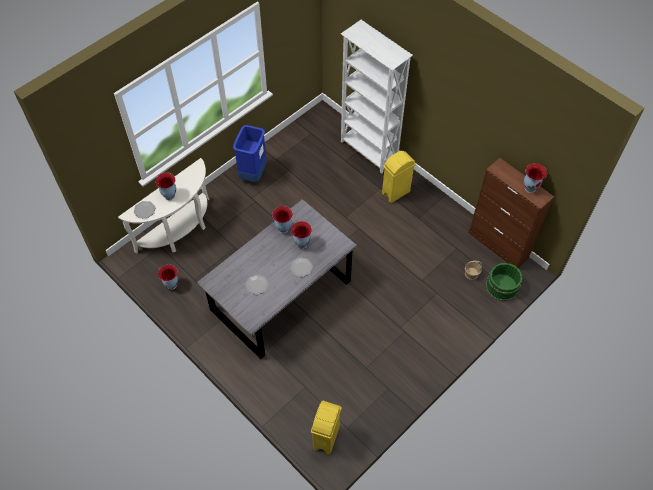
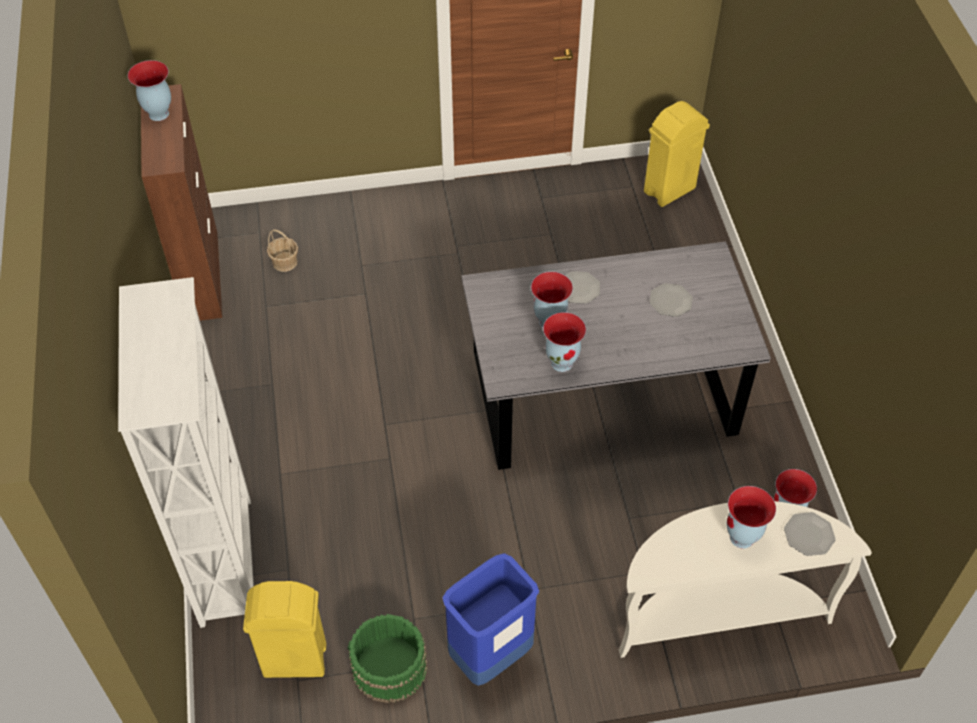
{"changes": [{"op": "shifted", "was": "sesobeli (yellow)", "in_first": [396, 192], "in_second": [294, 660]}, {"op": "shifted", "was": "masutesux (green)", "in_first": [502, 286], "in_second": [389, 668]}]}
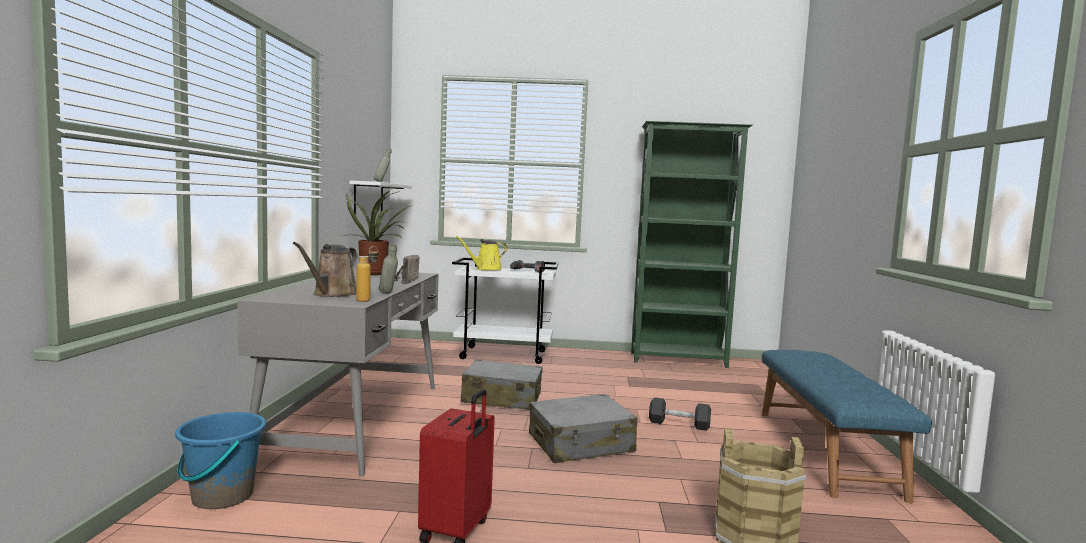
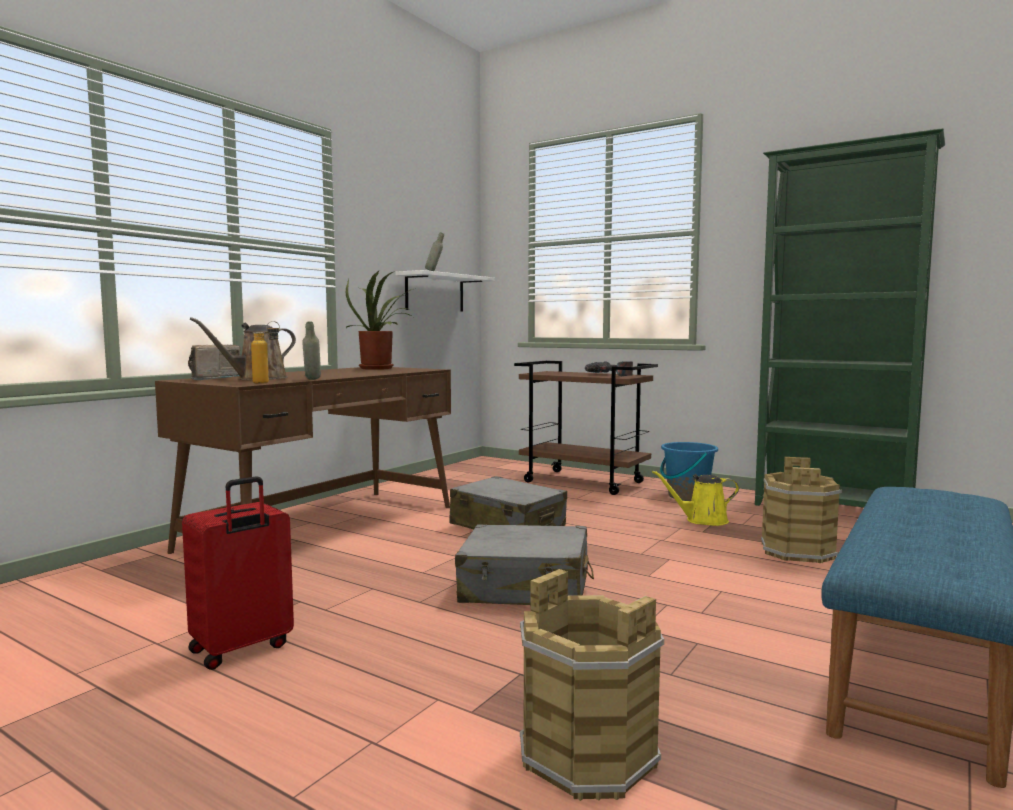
{"changes": [{"op": "shifted", "was": "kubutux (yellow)", "in_first": [486, 269], "in_second": [702, 520]}, {"op": "shifted", "was": "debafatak", "in_first": [404, 281], "in_second": [211, 378]}, {"op": "repainted", "was": "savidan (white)", "now": "savidan (brown)", "in_first": [504, 355], "in_second": [585, 482]}, {"op": "repainted", "was": "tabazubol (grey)", "now": "tabazubol (brown)", "in_first": [357, 420], "in_second": [325, 527]}, {"op": "gone", "was": "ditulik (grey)", "in_first": [679, 424]}, {"op": "shifted", "was": "masutesux (blue)", "in_first": [222, 496], "in_second": [687, 496]}, {"op": "new", "now": "masutesux (brown)", "in_second": [798, 551]}]}
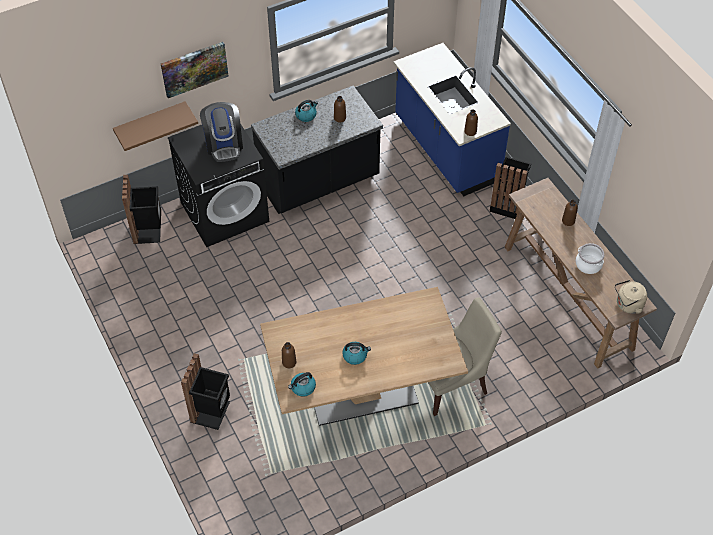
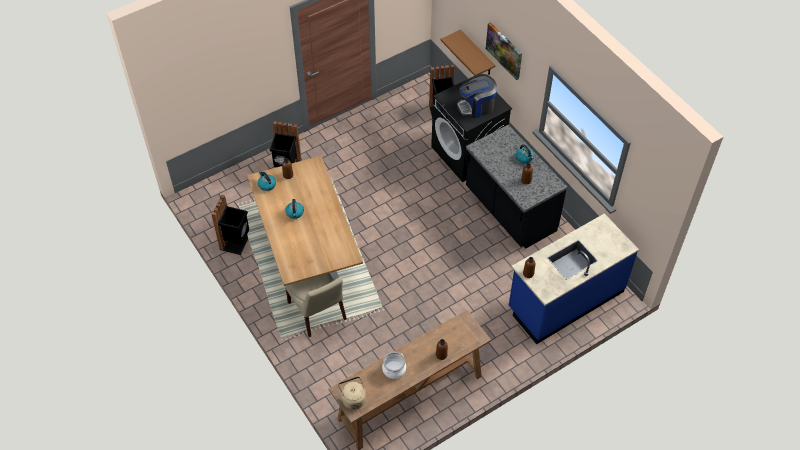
{"changes": [{"op": "shifted", "was": "sesobeli (black)", "in_first": [507, 205], "in_second": [236, 242]}]}
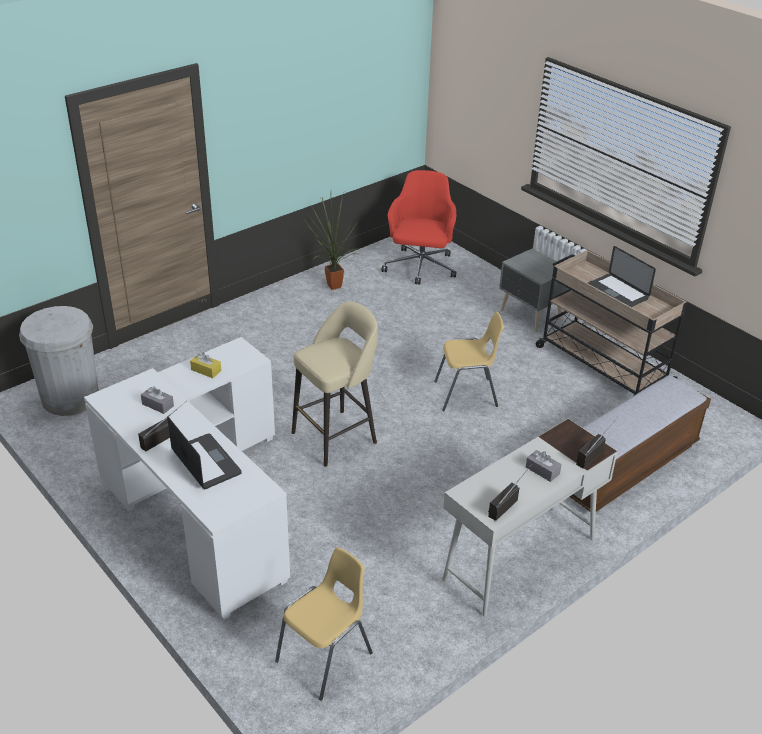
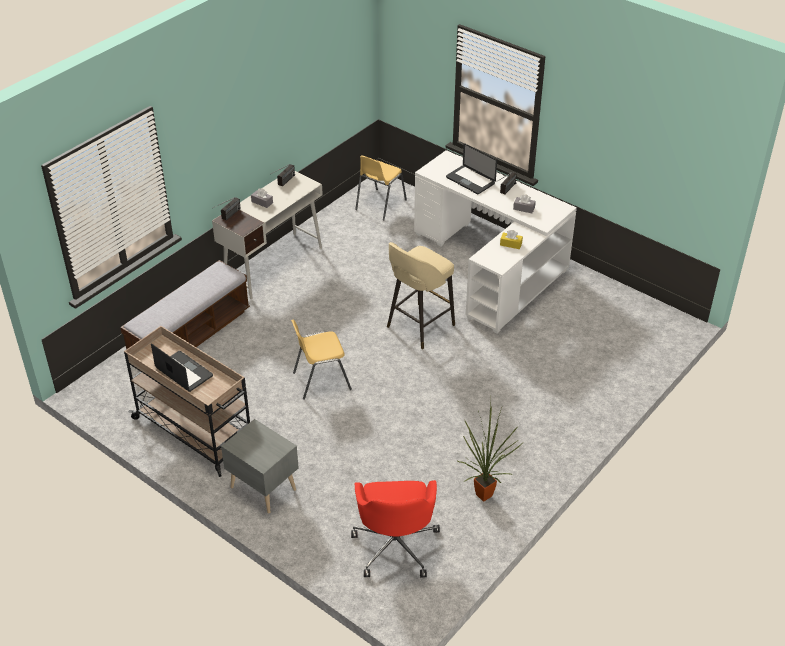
{"changes": [{"op": "gone", "was": "sesobeli (white)", "in_first": [70, 398]}]}
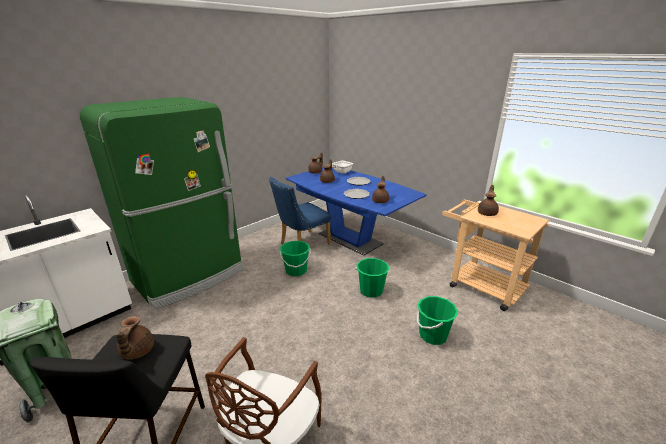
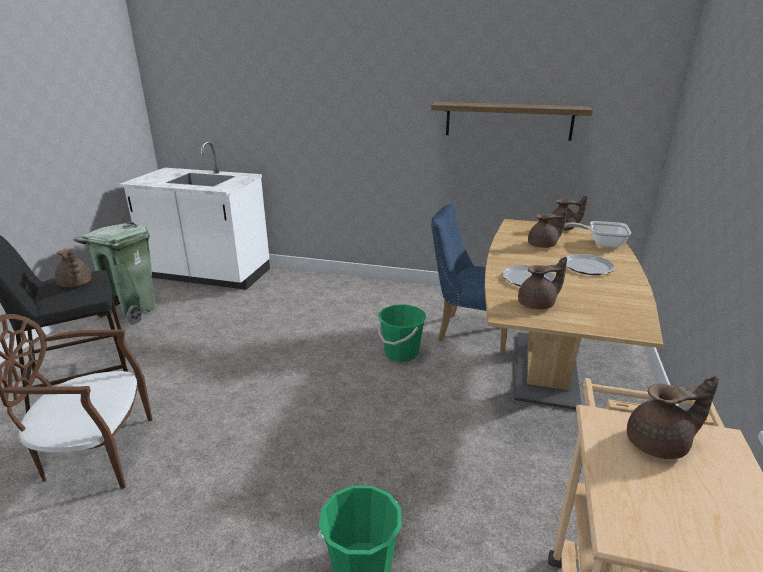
{"changes": [{"op": "gone", "was": "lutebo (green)", "in_first": [190, 276]}, {"op": "repainted", "was": "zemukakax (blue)", "now": "zemukakax (brown)", "in_first": [350, 239], "in_second": [546, 369]}, {"op": "gone", "was": "masutesux (green)", "in_first": [371, 291]}, {"op": "rotated", "was": "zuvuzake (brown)", "in_first": [136, 352], "in_second": [75, 284], "clockwise": -90}, {"op": "new", "now": "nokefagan", "in_second": [508, 121]}]}
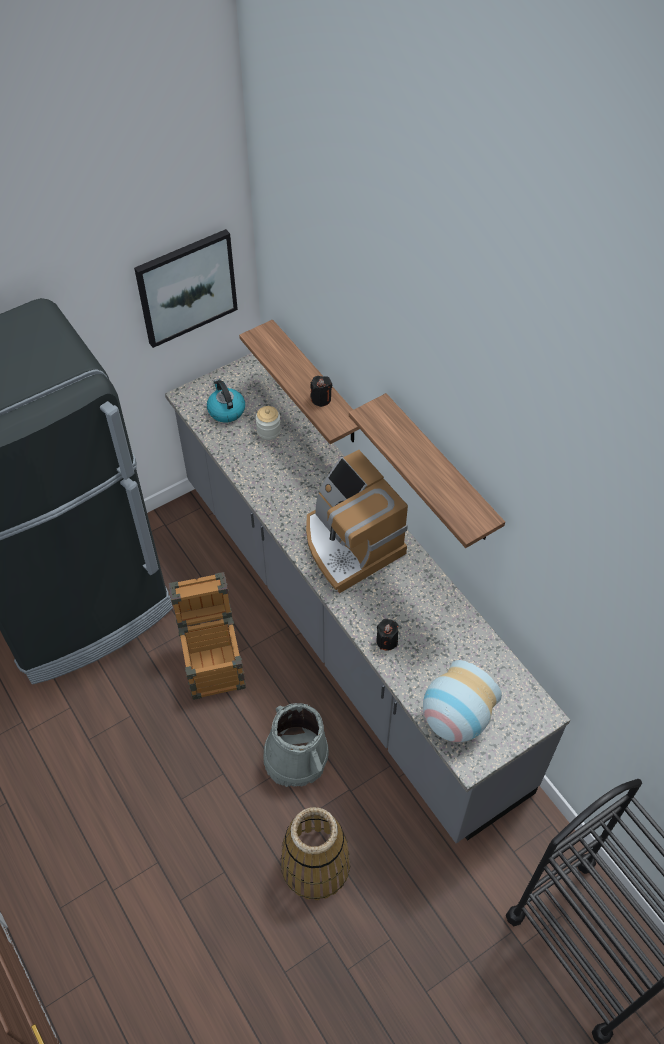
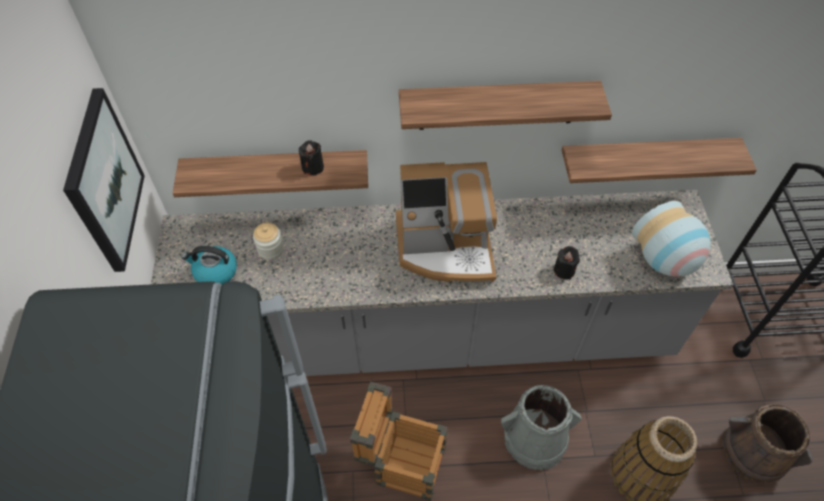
{"changes": [{"op": "new", "now": "nokefagan", "in_second": [645, 158]}, {"op": "new", "now": "masutesux (brown)", "in_second": [754, 451]}]}
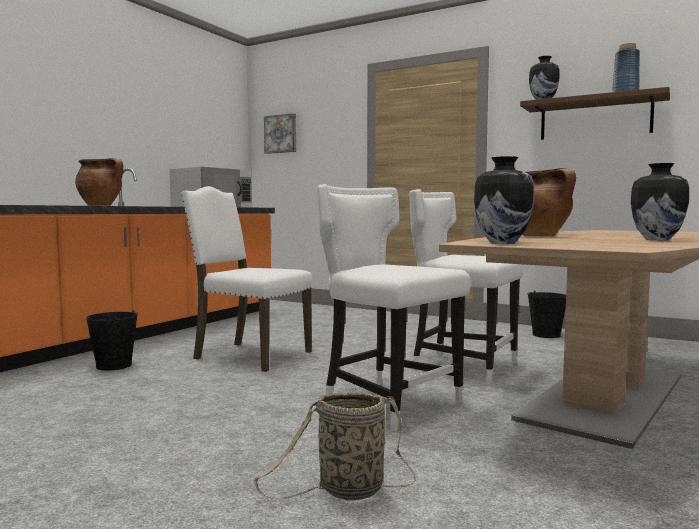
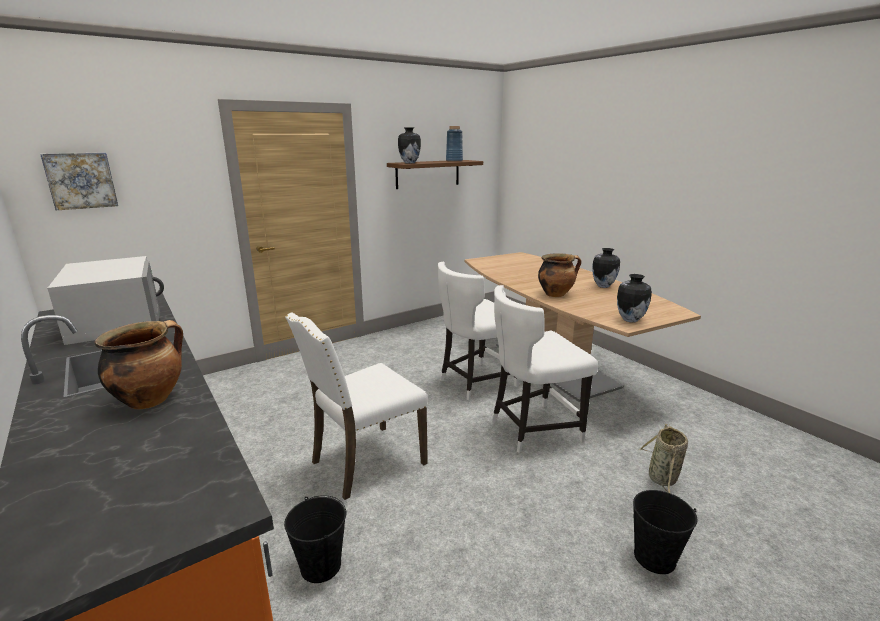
{"changes": [{"op": "shifted", "was": "masutesux (black)", "in_first": [546, 335], "in_second": [654, 557]}]}
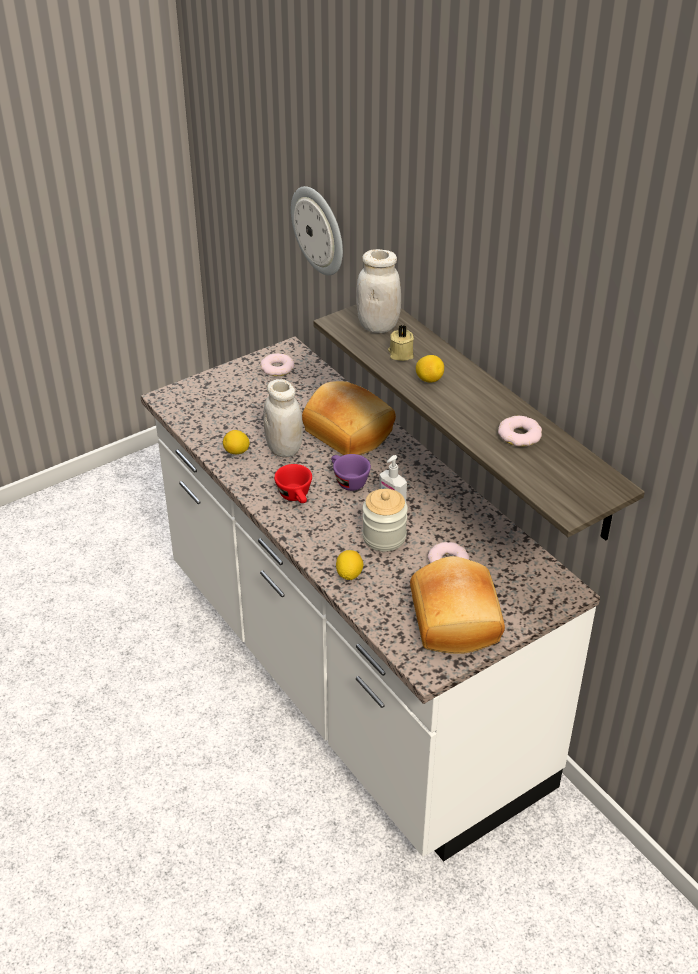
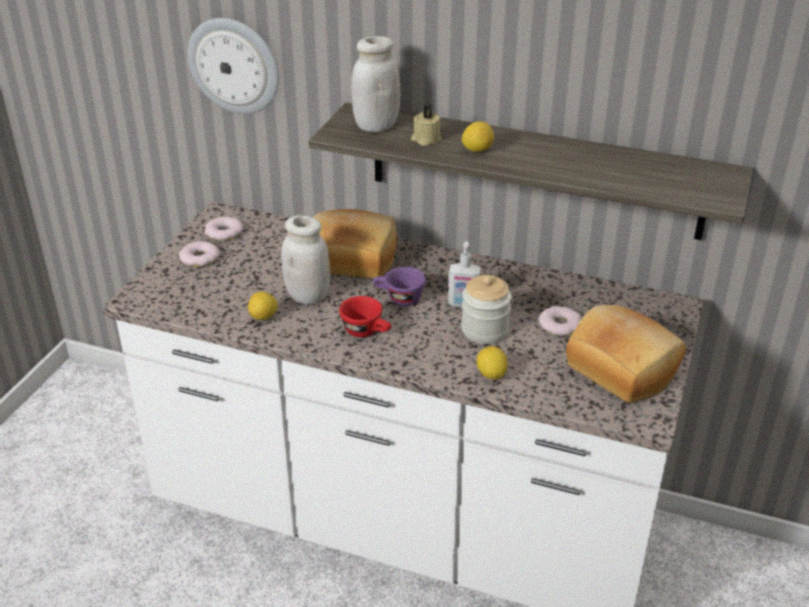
{"changes": [{"op": "shifted", "was": "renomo", "in_first": [519, 435], "in_second": [200, 258]}]}
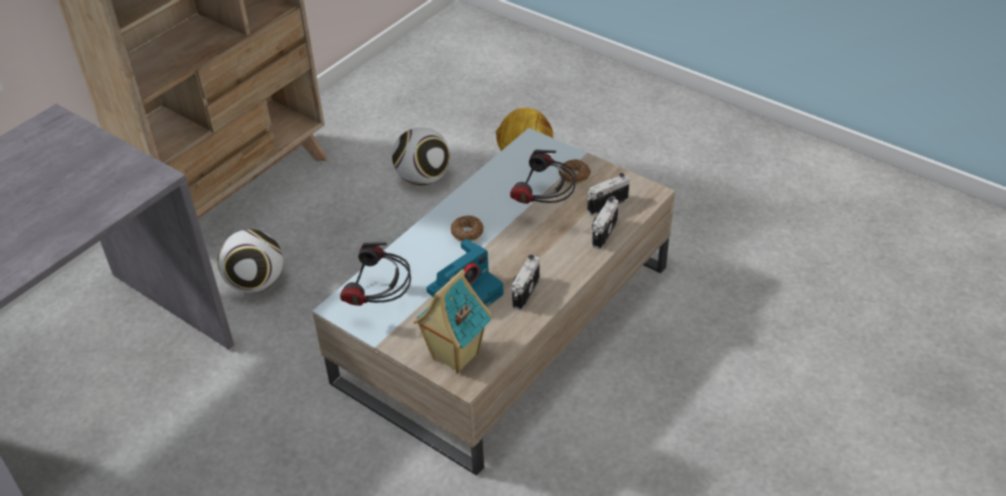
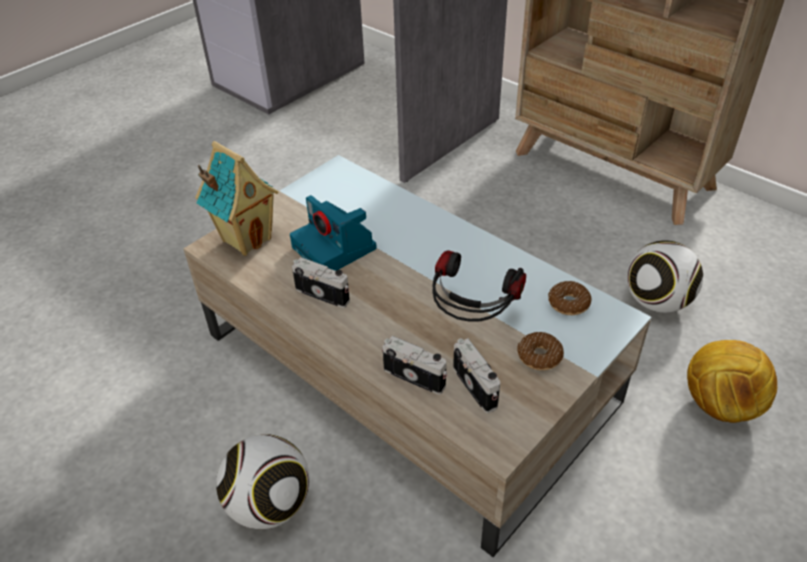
{"changes": [{"op": "shifted", "was": "renomo", "in_first": [467, 233], "in_second": [568, 303]}, {"op": "shifted", "was": "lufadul", "in_first": [256, 283], "in_second": [271, 504]}, {"op": "gone", "was": "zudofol", "in_first": [380, 304]}]}
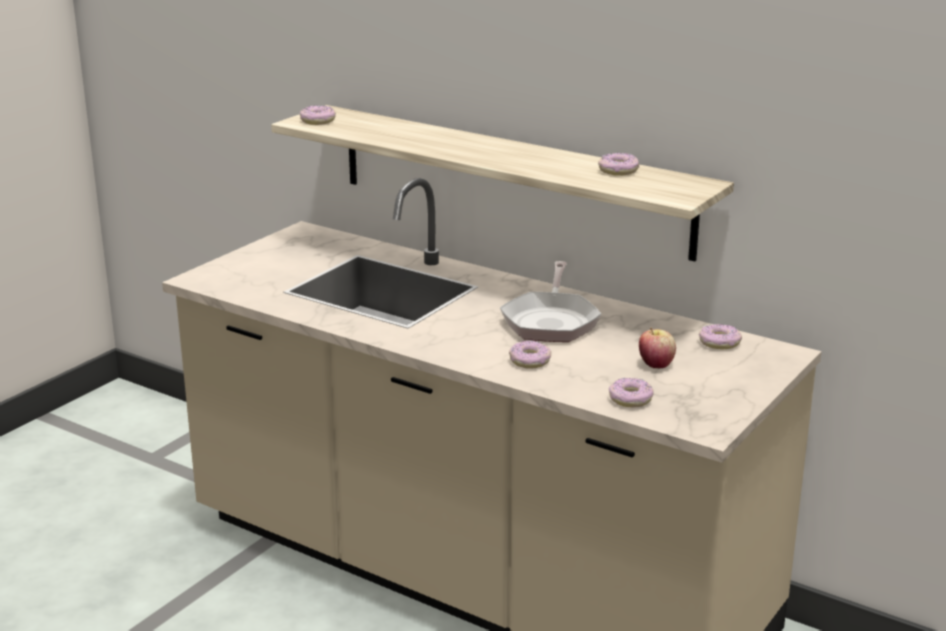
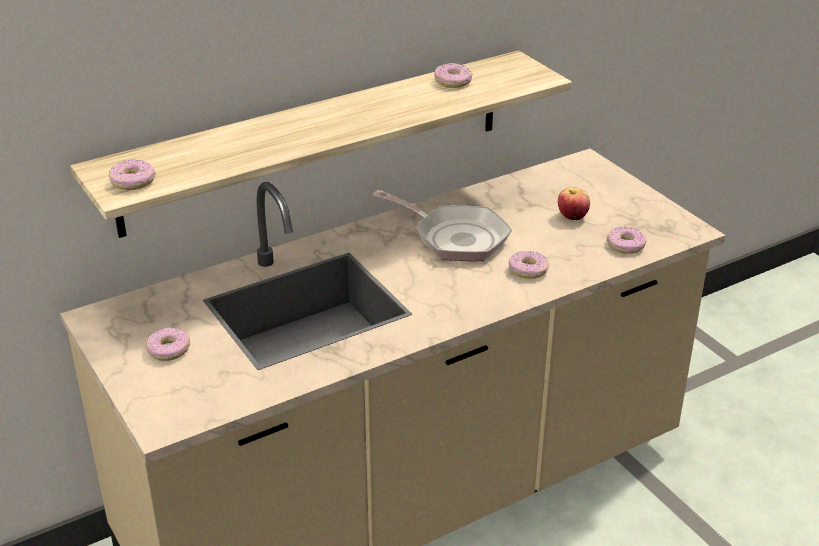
{"changes": [{"op": "shifted", "was": "renomo", "in_first": [719, 343], "in_second": [168, 350]}]}
